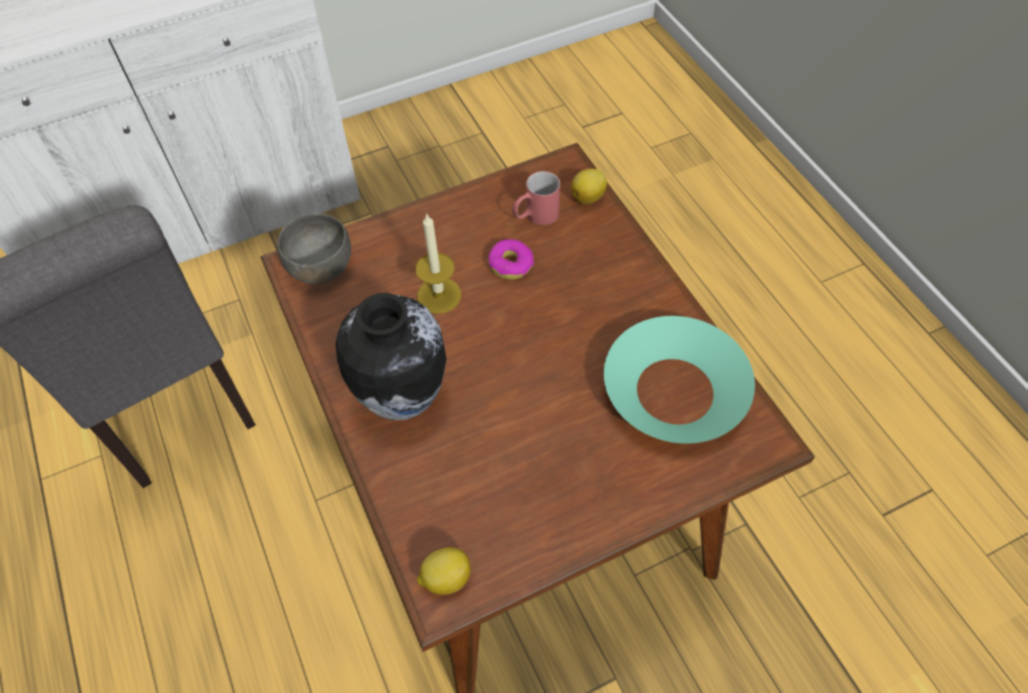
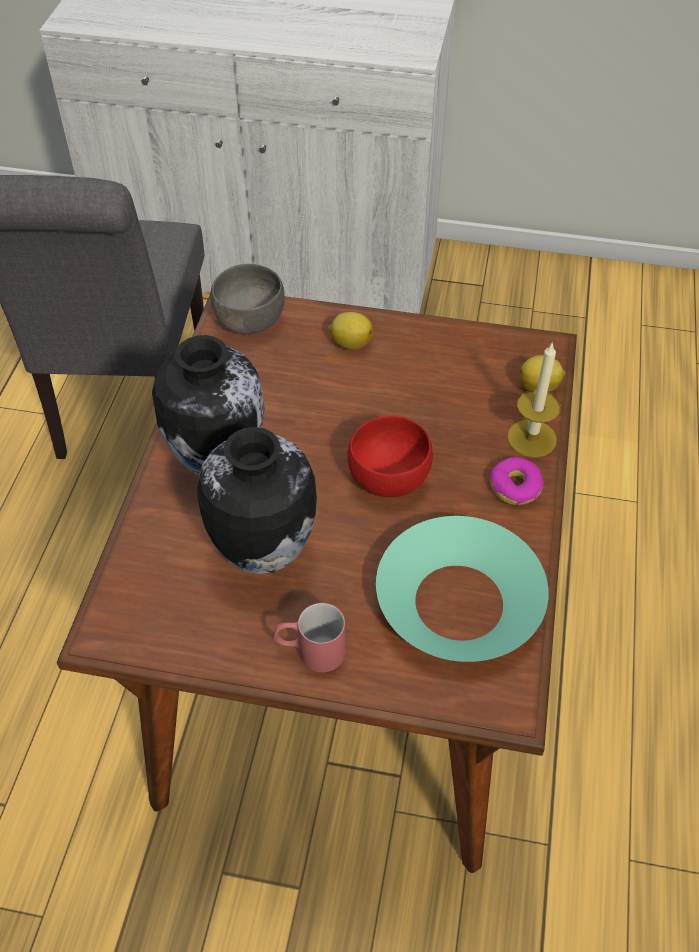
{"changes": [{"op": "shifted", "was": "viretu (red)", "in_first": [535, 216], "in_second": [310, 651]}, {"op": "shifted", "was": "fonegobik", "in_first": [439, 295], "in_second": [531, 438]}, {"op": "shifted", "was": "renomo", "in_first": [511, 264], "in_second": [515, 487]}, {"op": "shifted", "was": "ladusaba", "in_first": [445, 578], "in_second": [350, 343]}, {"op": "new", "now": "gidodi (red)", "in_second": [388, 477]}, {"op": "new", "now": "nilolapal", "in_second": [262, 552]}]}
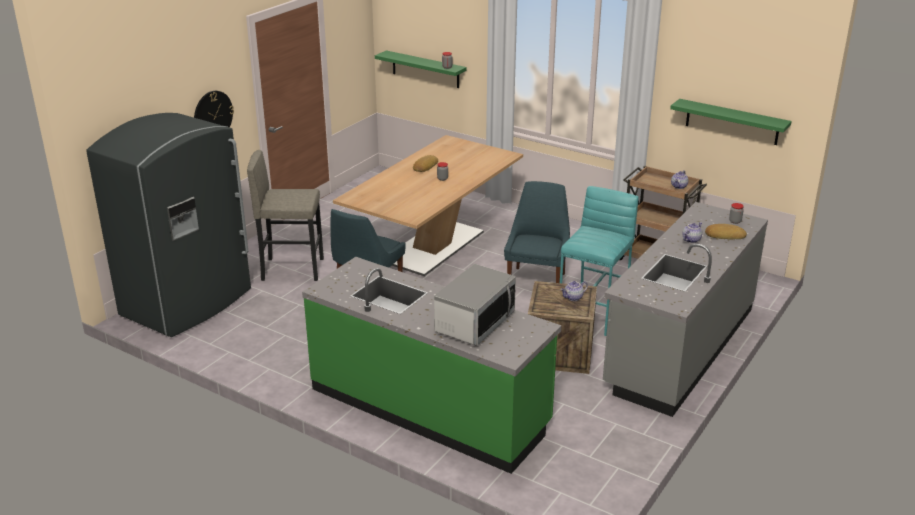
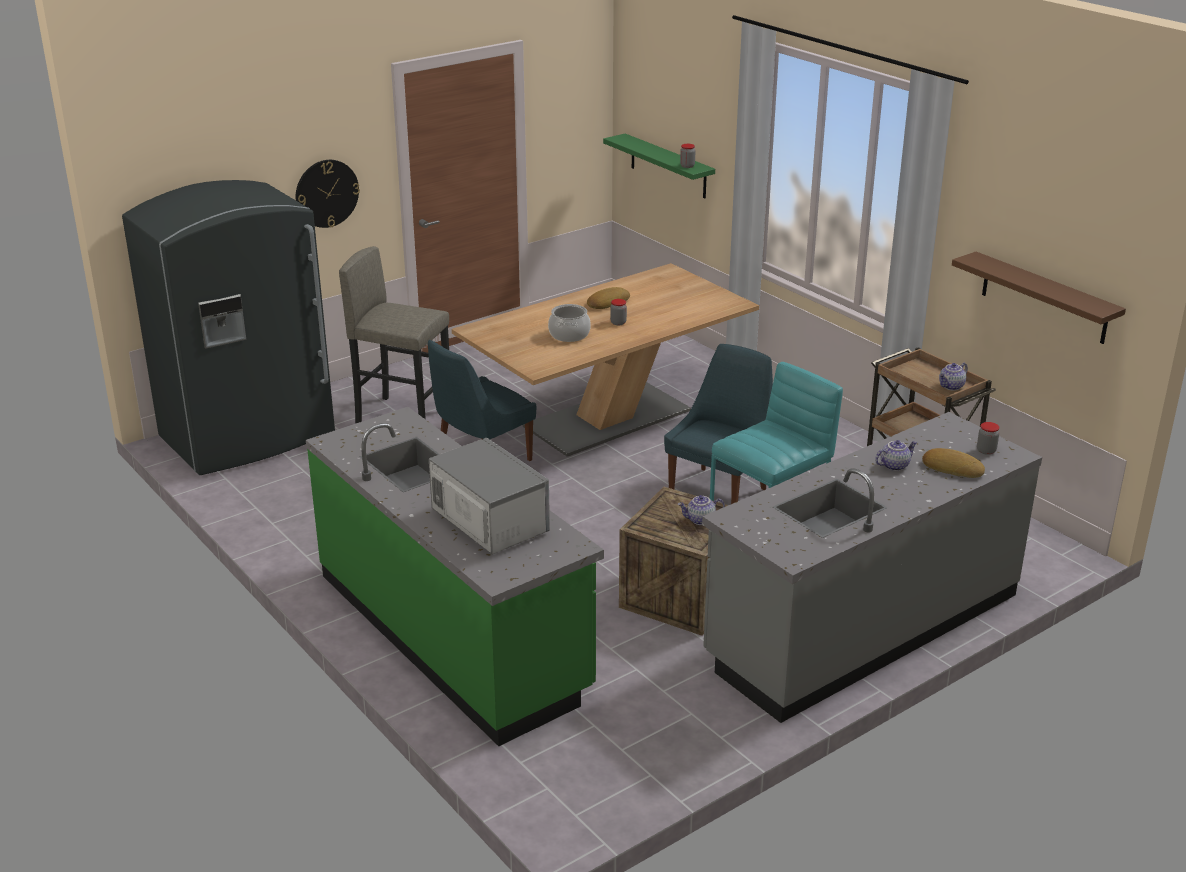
{"changes": [{"op": "repainted", "was": "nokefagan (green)", "now": "nokefagan (brown)", "in_first": [732, 122], "in_second": [1044, 298]}, {"op": "rotated", "was": "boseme", "in_first": [474, 323], "in_second": [489, 523], "clockwise": -90}, {"op": "new", "now": "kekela", "in_second": [569, 335]}]}
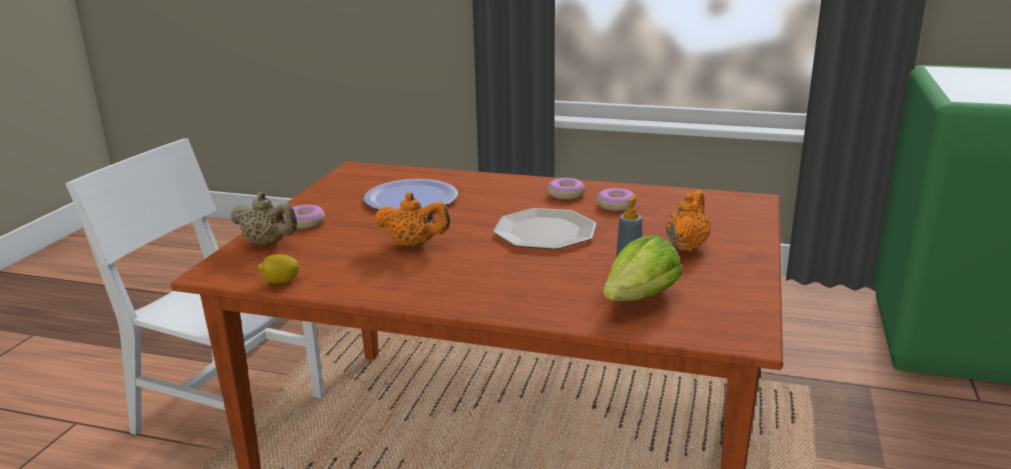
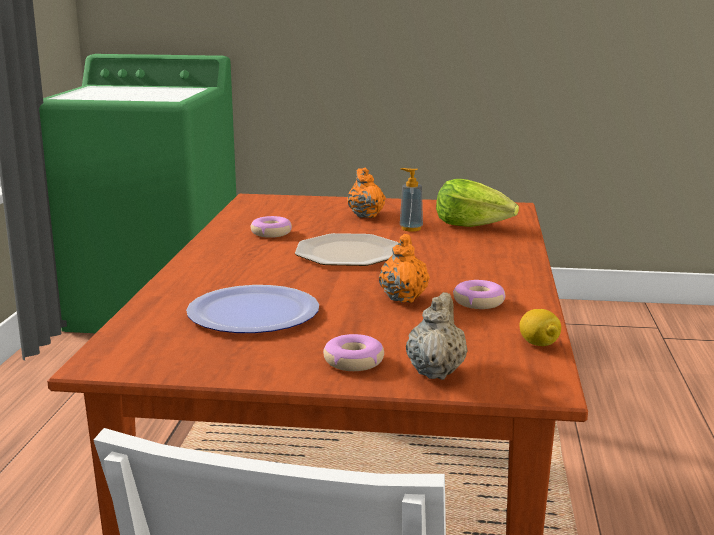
{"changes": [{"op": "shifted", "was": "renomo", "in_first": [566, 194], "in_second": [478, 302]}, {"op": "rotated", "was": "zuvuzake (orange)", "in_first": [686, 245], "in_second": [365, 215], "clockwise": 60}]}
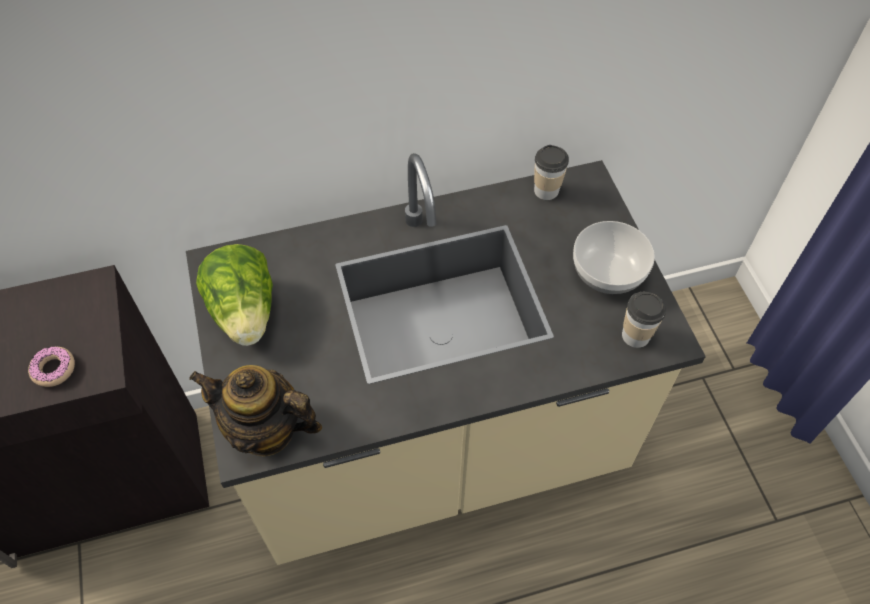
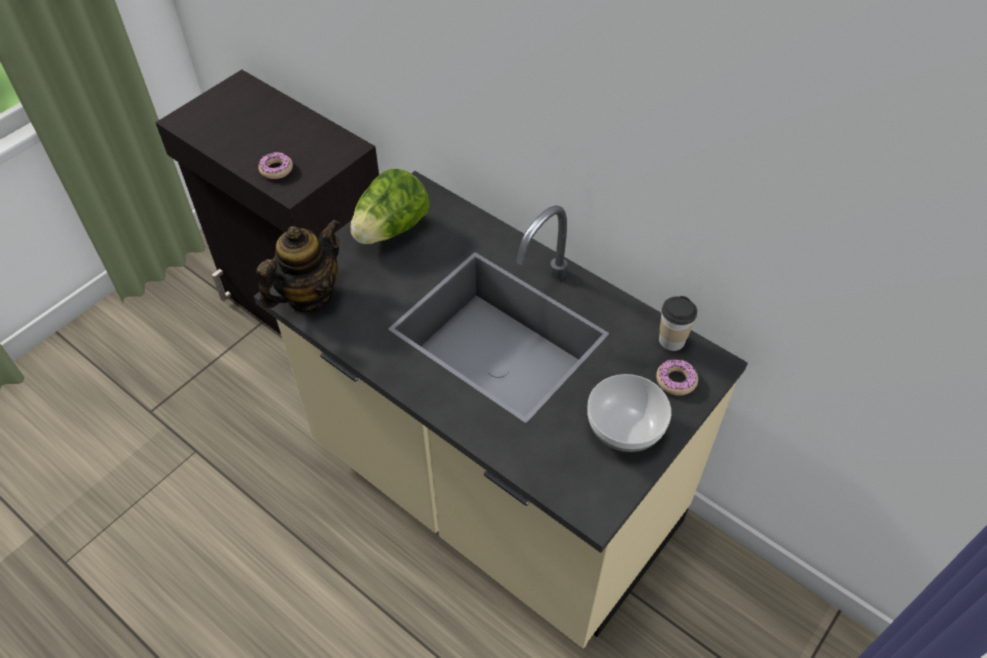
{"changes": [{"op": "gone", "was": "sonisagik", "in_first": [635, 336]}, {"op": "rotated", "was": "zuvuzake", "in_first": [266, 430], "in_second": [308, 295], "clockwise": 60}, {"op": "new", "now": "renomo", "in_second": [676, 380]}]}
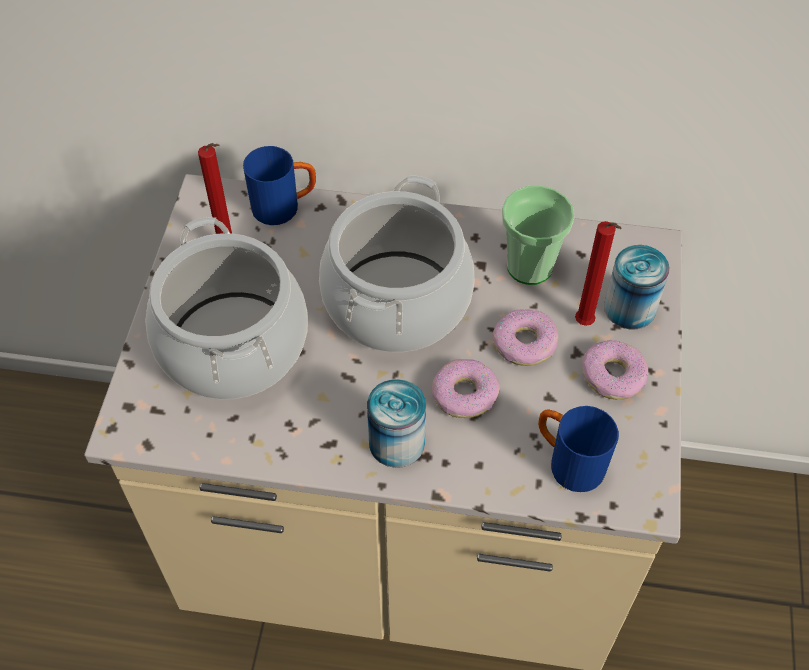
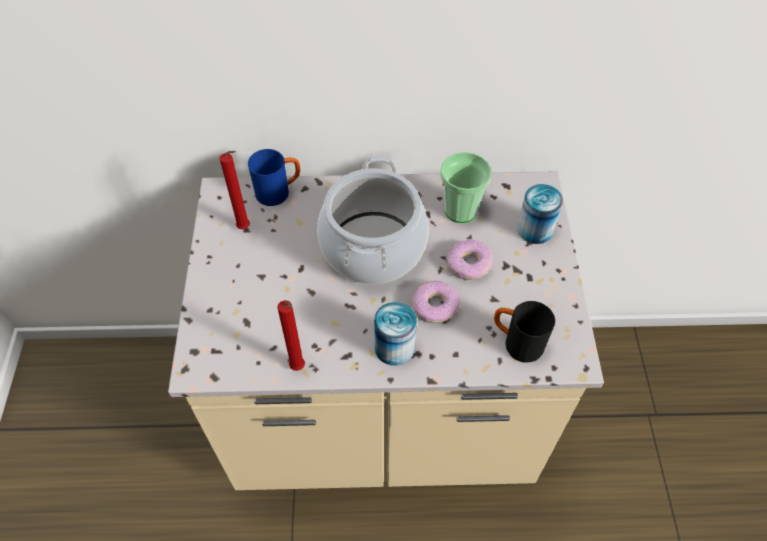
{"changes": [{"op": "gone", "was": "kekela", "in_first": [233, 344]}, {"op": "shifted", "was": "fonegobik (red)", "in_first": [585, 325], "in_second": [299, 368]}, {"op": "gone", "was": "renomo", "in_first": [613, 375]}, {"op": "repainted", "was": "viretu (blue)", "now": "viretu (black)", "in_first": [567, 462], "in_second": [516, 342]}]}
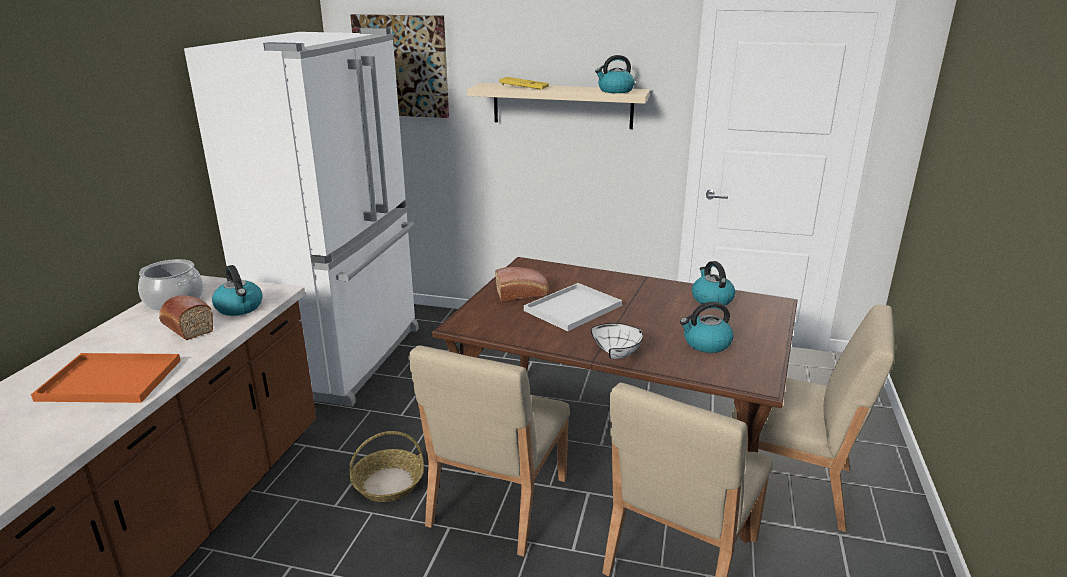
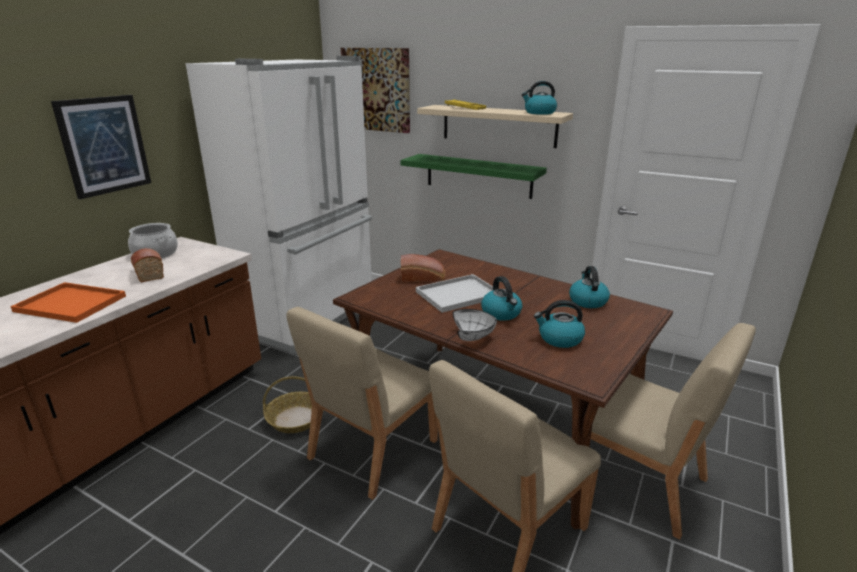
{"changes": [{"op": "shifted", "was": "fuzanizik", "in_first": [240, 308], "in_second": [501, 313]}, {"op": "new", "now": "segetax", "in_second": [104, 145]}, {"op": "new", "now": "nokefagan (green)", "in_second": [478, 176]}]}
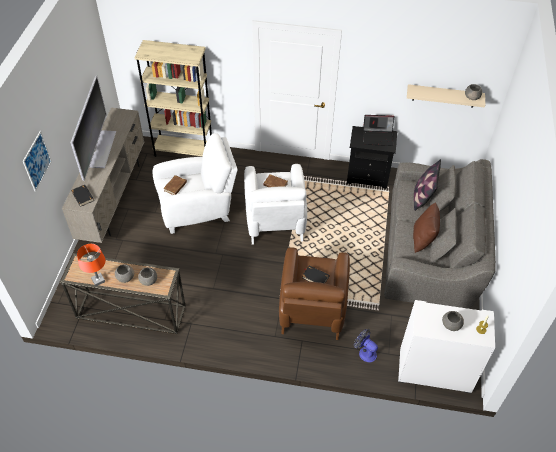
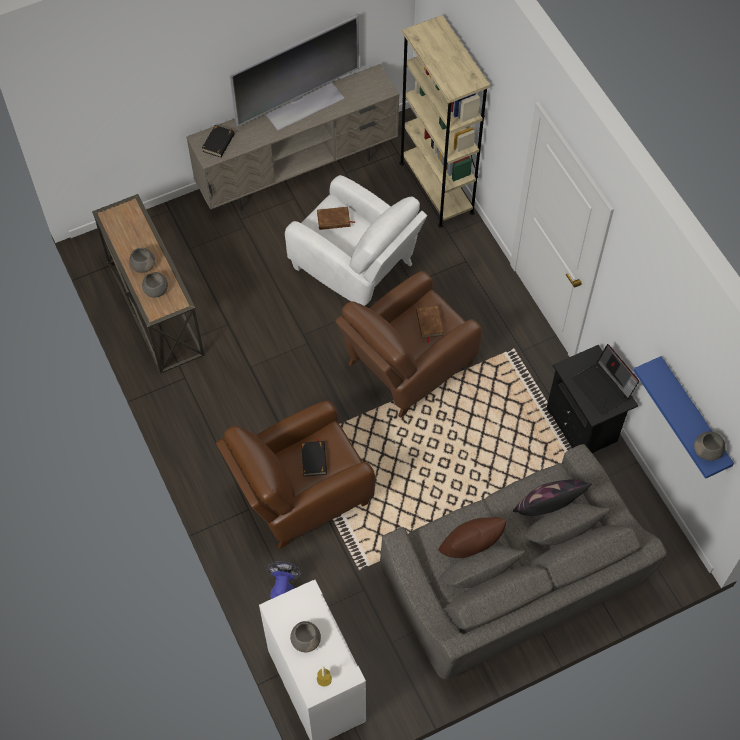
{"changes": [{"op": "repainted", "was": "nokefagan (beige)", "now": "nokefagan (blue)", "in_first": [444, 96], "in_second": [693, 416]}, {"op": "gone", "was": "segetax", "in_first": [37, 161]}, {"op": "repainted", "was": "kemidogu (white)", "now": "kemidogu (brown)", "in_first": [275, 221], "in_second": [406, 366]}, {"op": "gone", "was": "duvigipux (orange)", "in_first": [98, 280]}]}
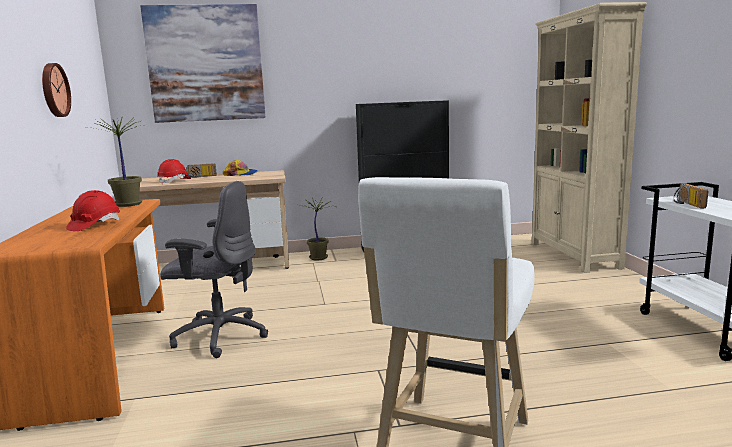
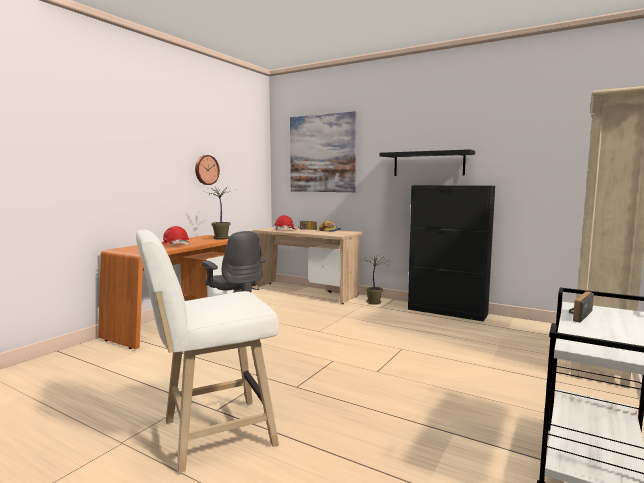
{"changes": [{"op": "new", "now": "nokefagan (black)", "in_second": [428, 164]}]}
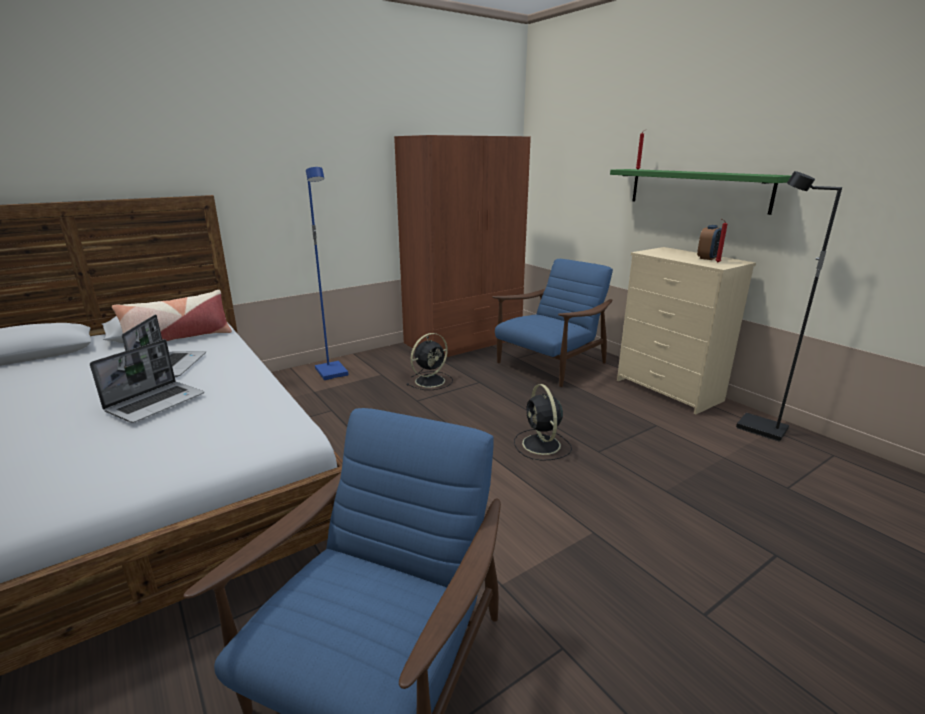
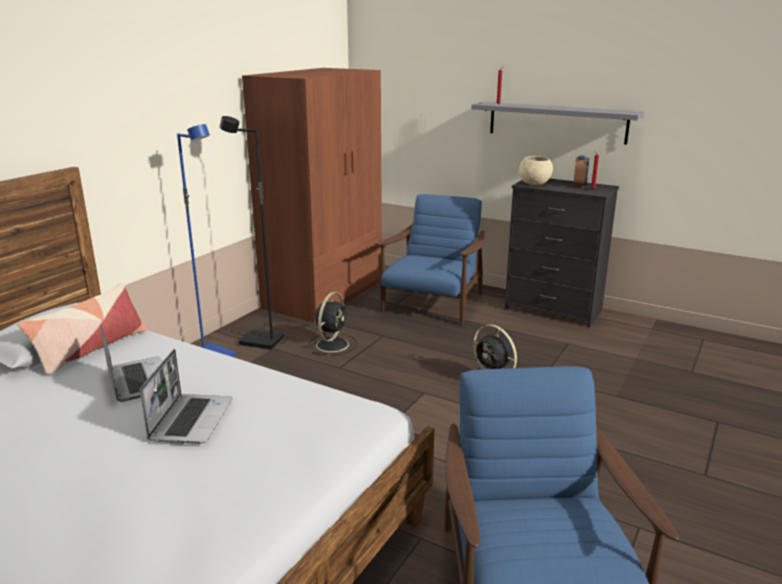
{"changes": [{"op": "repainted", "was": "nokefagan (green)", "now": "nokefagan (grey)", "in_first": [697, 189], "in_second": [556, 122]}, {"op": "shifted", "was": "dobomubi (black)", "in_first": [760, 429], "in_second": [260, 342]}, {"op": "repainted", "was": "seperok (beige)", "now": "seperok (black)", "in_first": [668, 390], "in_second": [553, 310]}, {"op": "new", "now": "gidodi (beige)", "in_second": [534, 184]}]}
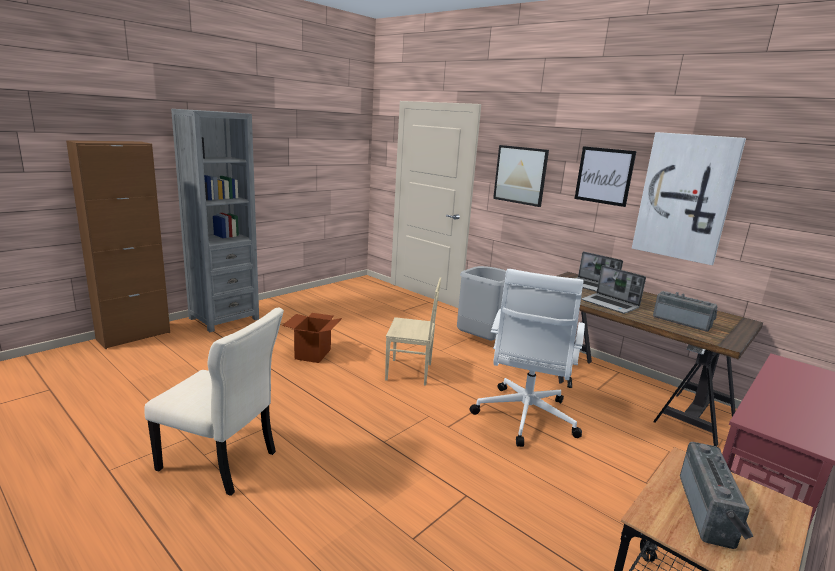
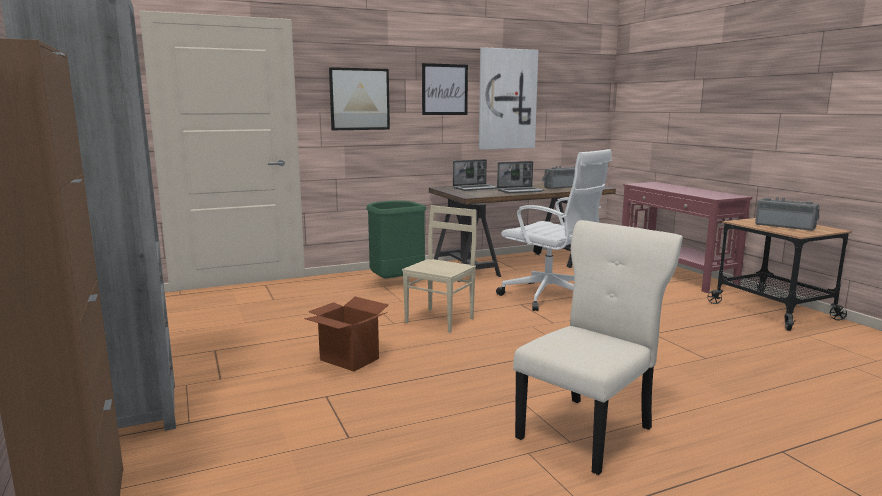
{"changes": [{"op": "repainted", "was": "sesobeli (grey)", "now": "sesobeli (green)", "in_first": [481, 340], "in_second": [395, 283]}]}
